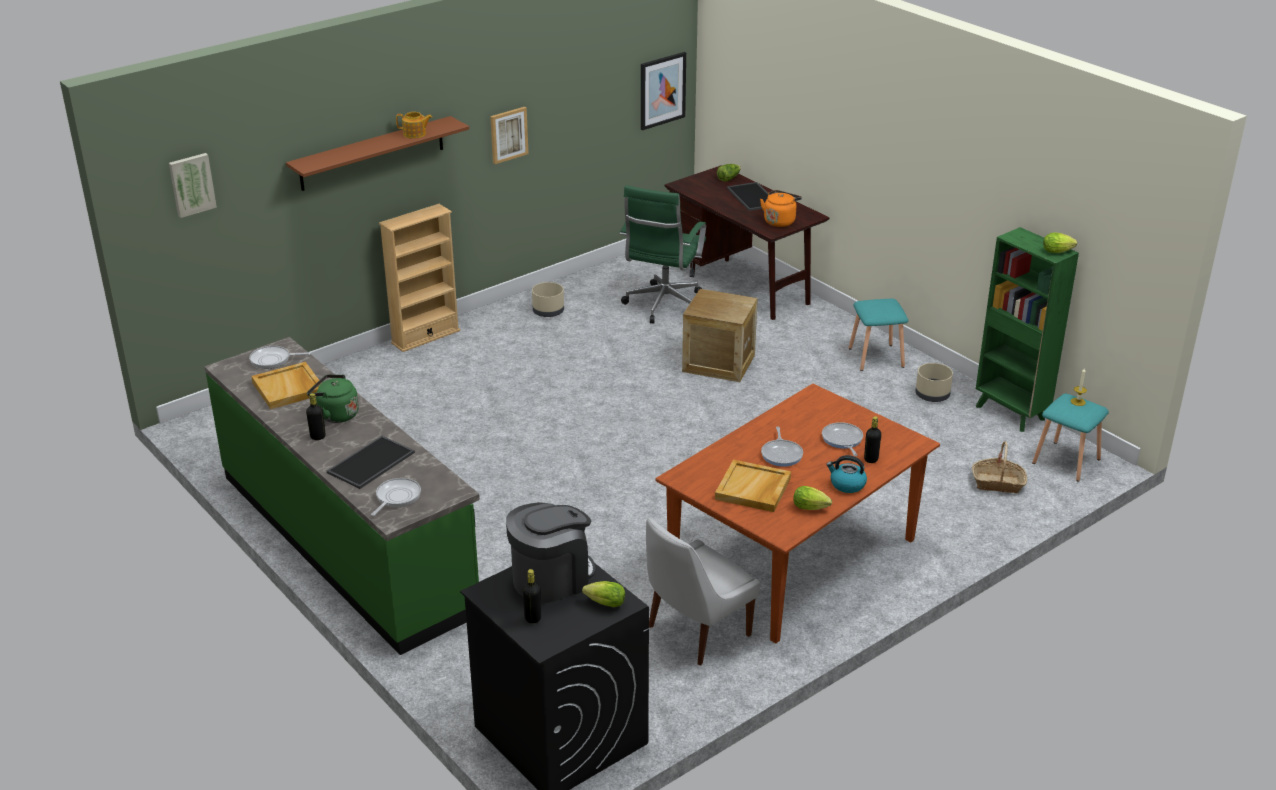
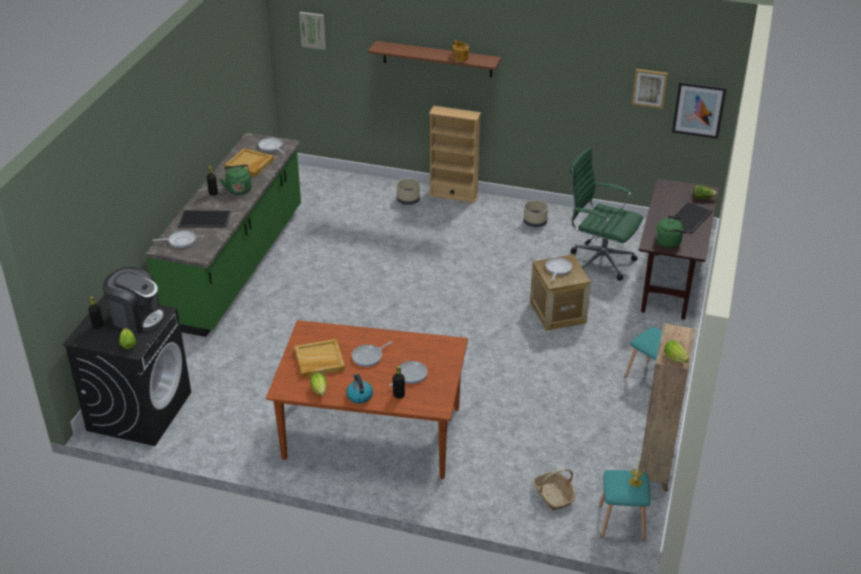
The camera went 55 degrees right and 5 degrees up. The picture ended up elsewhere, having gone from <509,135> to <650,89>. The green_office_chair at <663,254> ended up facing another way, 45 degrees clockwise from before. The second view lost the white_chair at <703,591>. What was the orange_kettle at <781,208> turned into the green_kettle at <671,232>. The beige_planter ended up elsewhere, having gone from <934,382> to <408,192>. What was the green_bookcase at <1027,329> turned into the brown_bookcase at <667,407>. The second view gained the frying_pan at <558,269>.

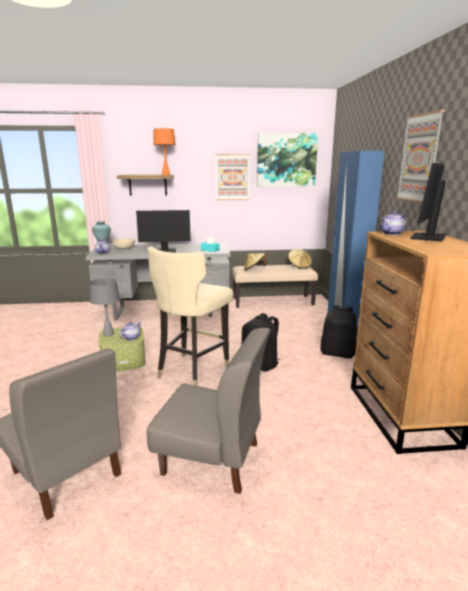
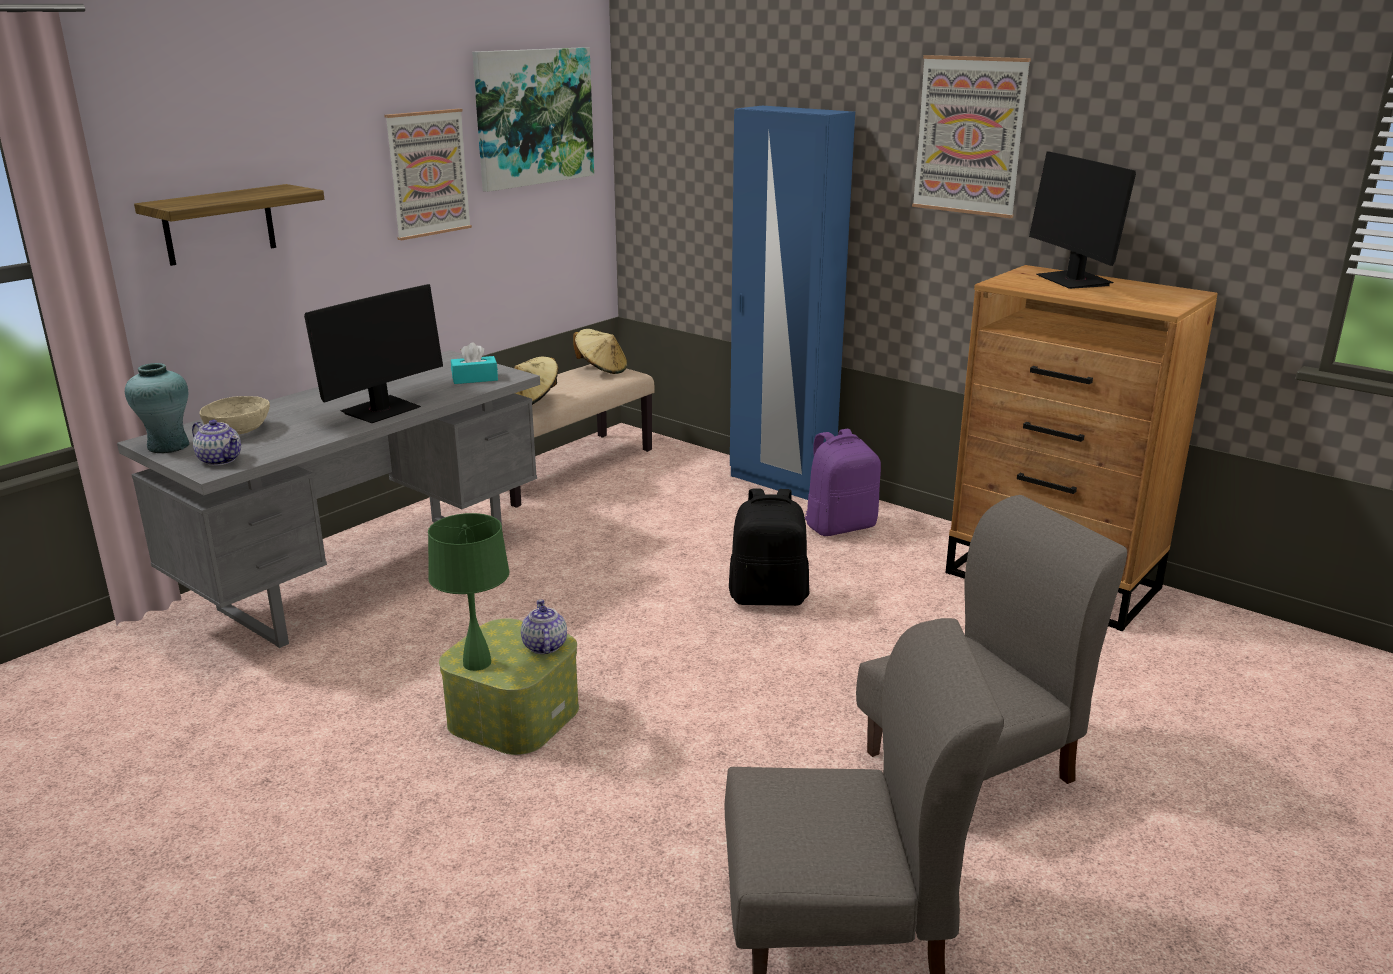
The camera went 45 degrees left and 5 degrees up. What was the grey_table_lamp at <104,307> turned into the green_table_lamp at <469,592>. The second view lost the beige_chair at <190,316>. The second view lost the orange_table_lamp at <164,151>. What was the black_backpack at <338,331> turned into the purple_backpack at <843,482>. The second view lost the teapot at <393,223>.

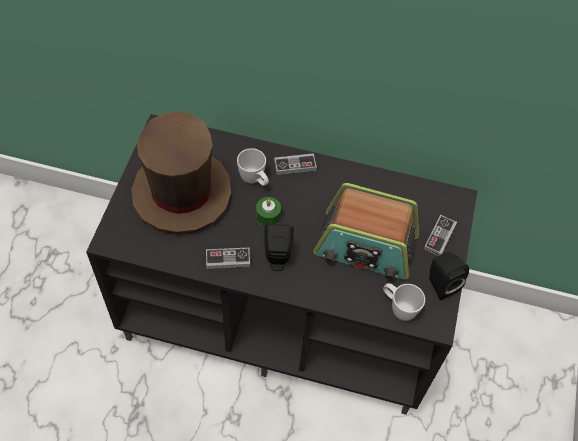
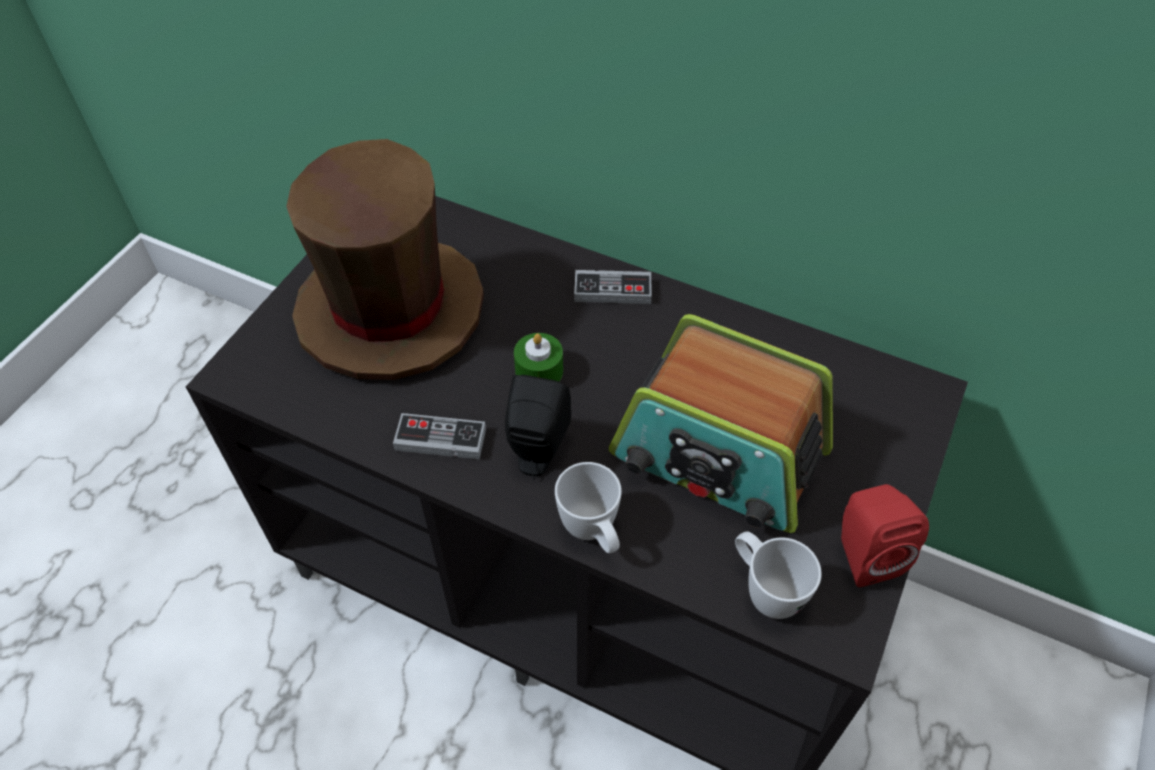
The camera went 15 degrees right and 5 degrees down. The white_mug ended up elsewhere, having gone from <253,167> to <588,507>. The second view lost the game_controller at <440,235>. What was the black_speaker at <449,276> turned into the red_speaker at <885,535>.

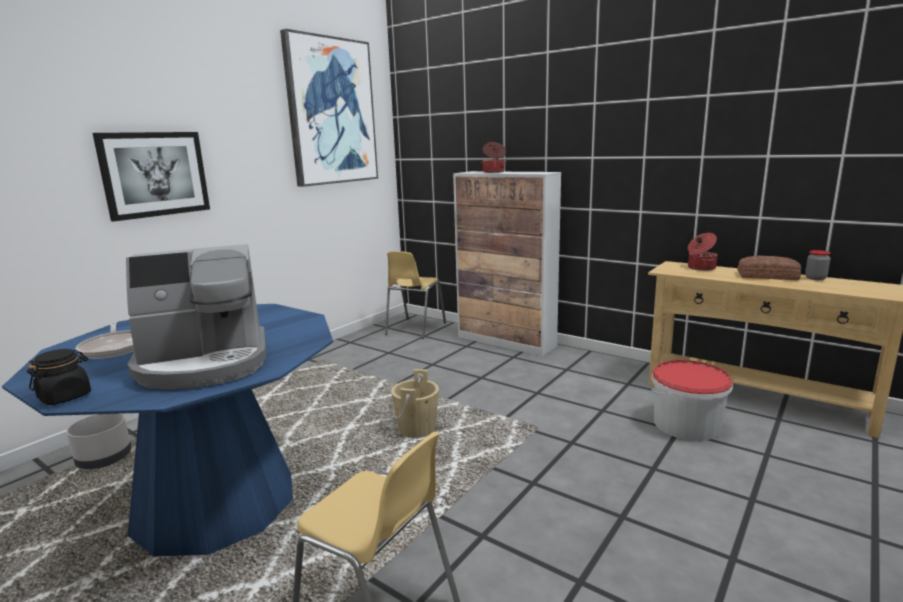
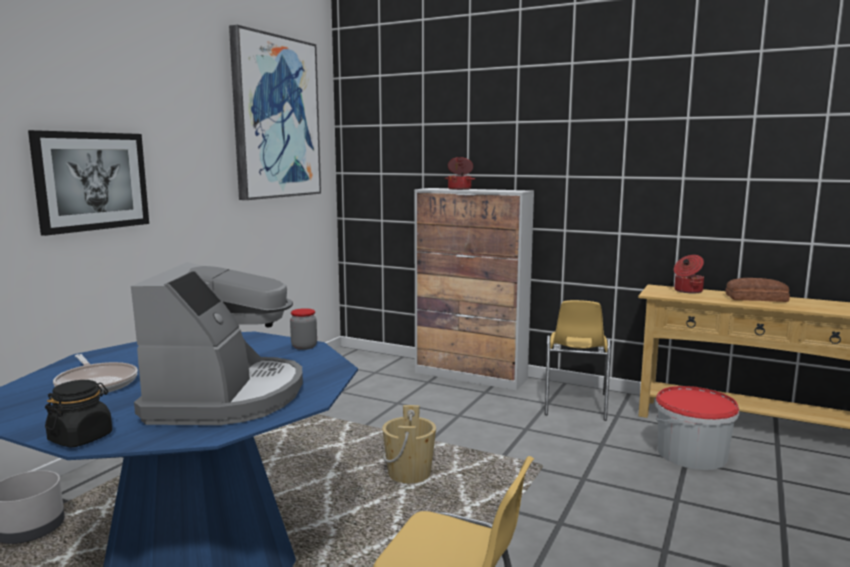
The camera went 10 degrees left and 5 degrees down. The coffee_machine at <196,317> ended up facing another way, 60 degrees counterclockwise from before. The yellow_chair ended up elsewhere, having gone from <415,295> to <578,360>. The jar ended up elsewhere, having gone from <818,265> to <303,329>.

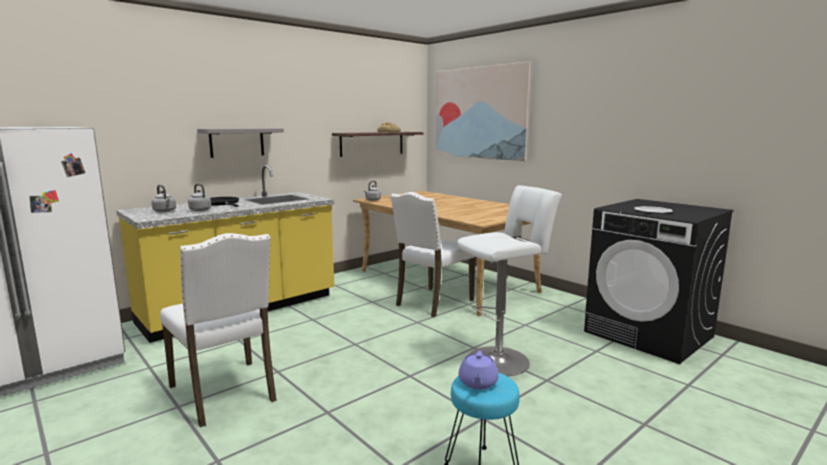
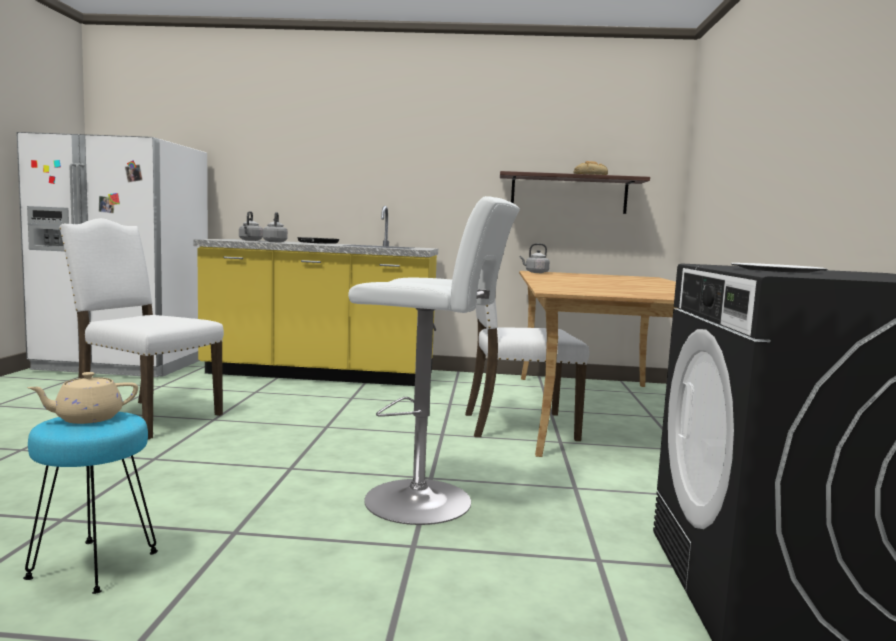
The camera went 45 degrees right and 5 degrees down. The white_chair at <218,330> ended up facing another way, 105 degrees clockwise from before. The second view lost the grey_shelf at <240,143>. The second view lost the picture at <483,111>. What was the purple_teapot at <479,370> turned into the beige_teapot at <82,398>.

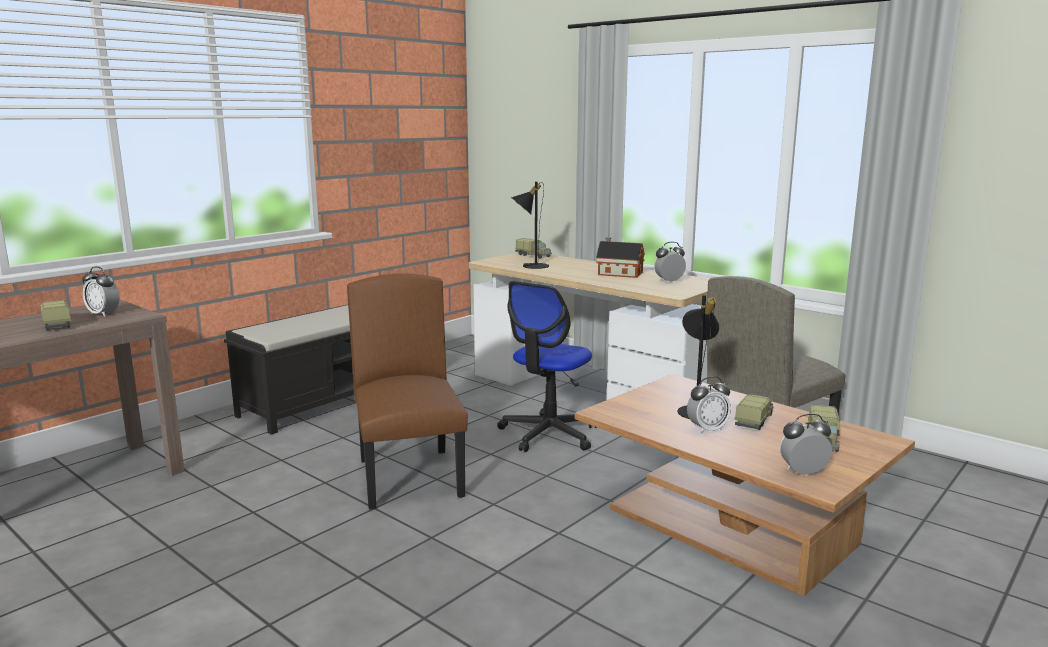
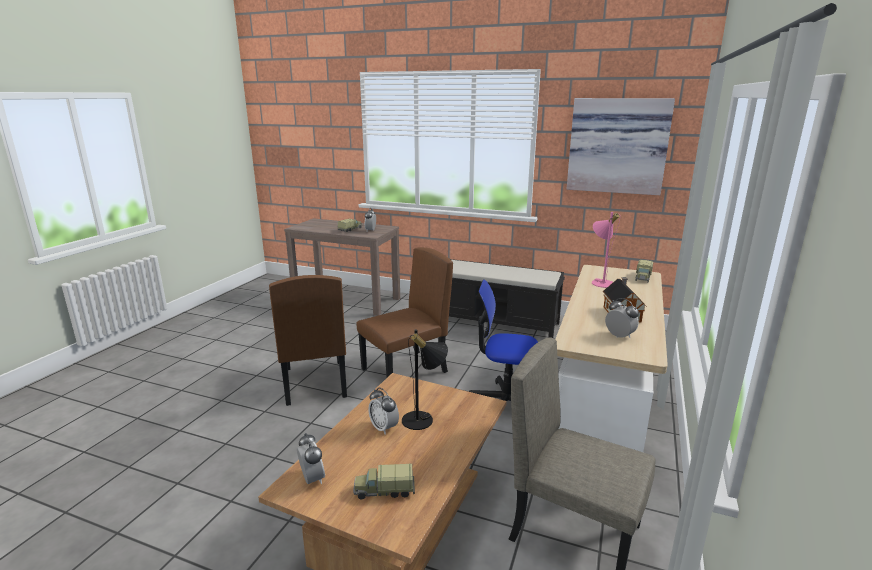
The camera went 70 degrees right and 5 degrees up. What was the black_table_lamp at <530,225> turned into the pink_table_lamp at <606,250>. The second view lost the toy_truck at <754,412>. The second view gained the brown_chair at <308,340>. The second view gained the picture at <621,146>.

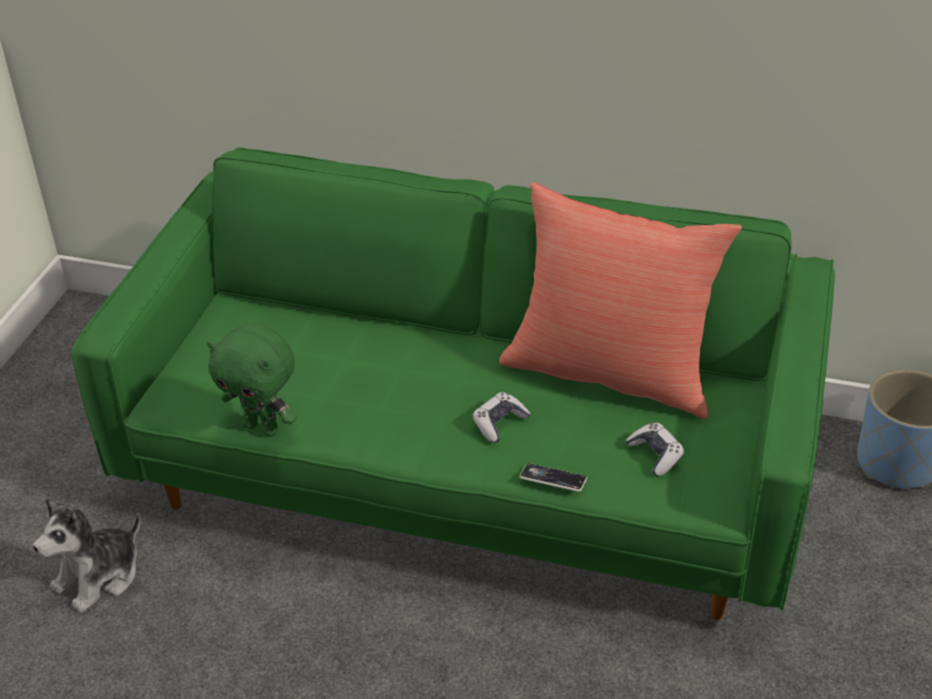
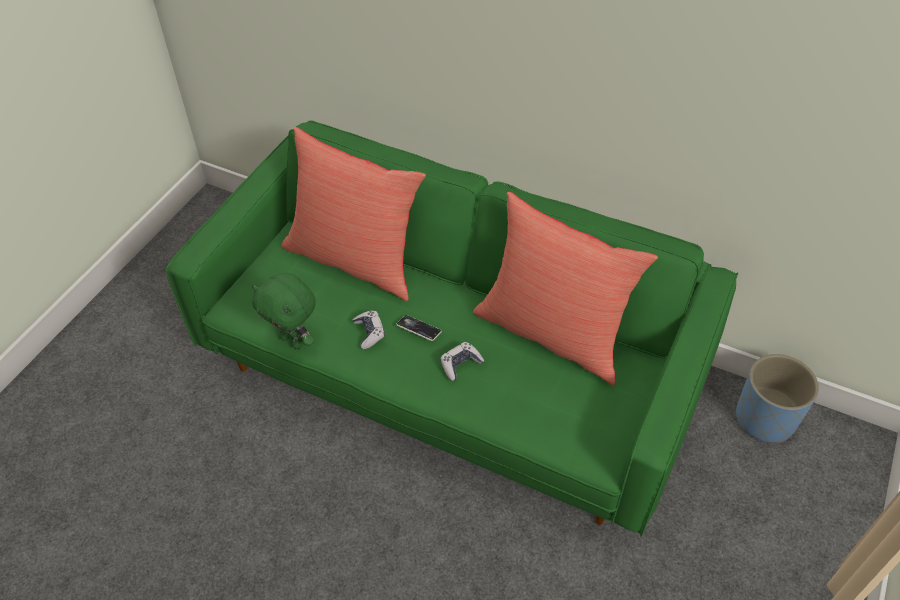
The camera went 10 degrees right and 10 degrees up. The second view lost the plush_toy at <86,555>. The phone ended up elsewhere, having gone from <553,477> to <419,328>. The game_controller ended up elsewhere, having gone from <654,449> to <369,330>. The second view gained the red_pillow at <354,214>.

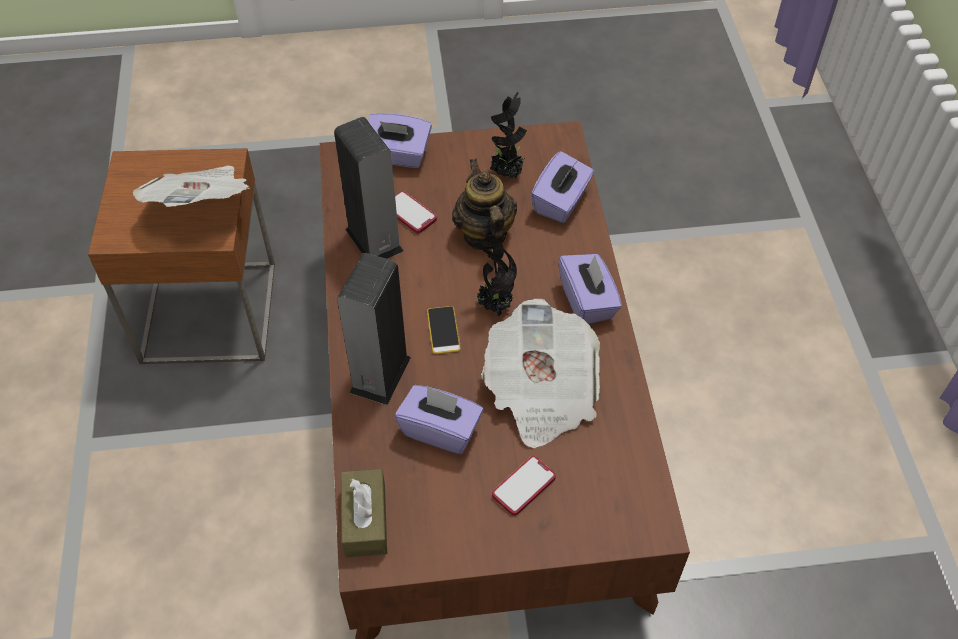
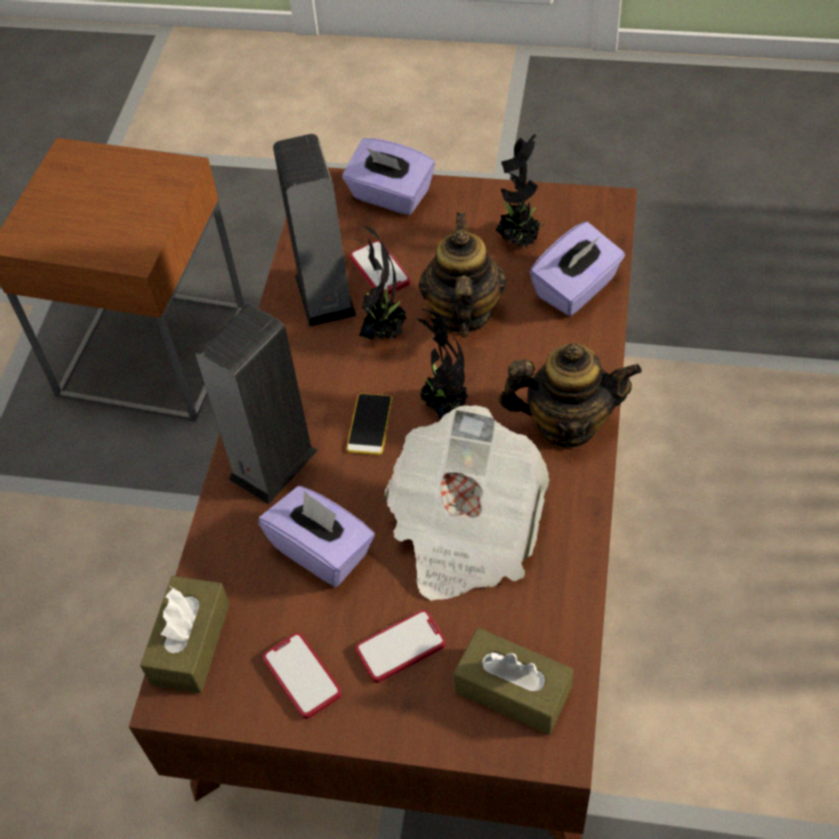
The camera went 20 degrees right and 0 degrees up. The second view lost the newspaper at <191,186>. Where the purple_tissue_box stood at <590,289>, the teapot came to stand at <570,395>. The second view gained the phone at <302,676>. The second view gained the potted_plant at <380,283>. The second view gained the brown_tissue_box at <514,681>.

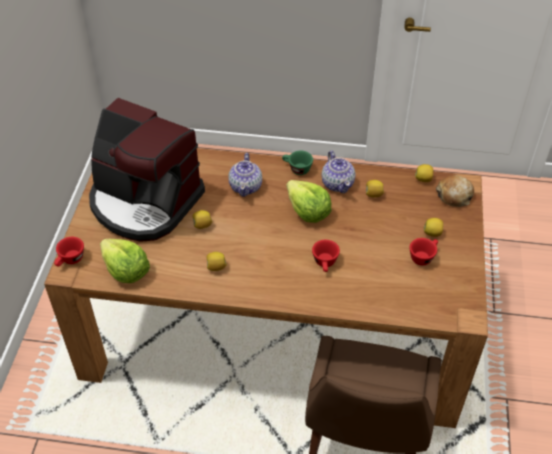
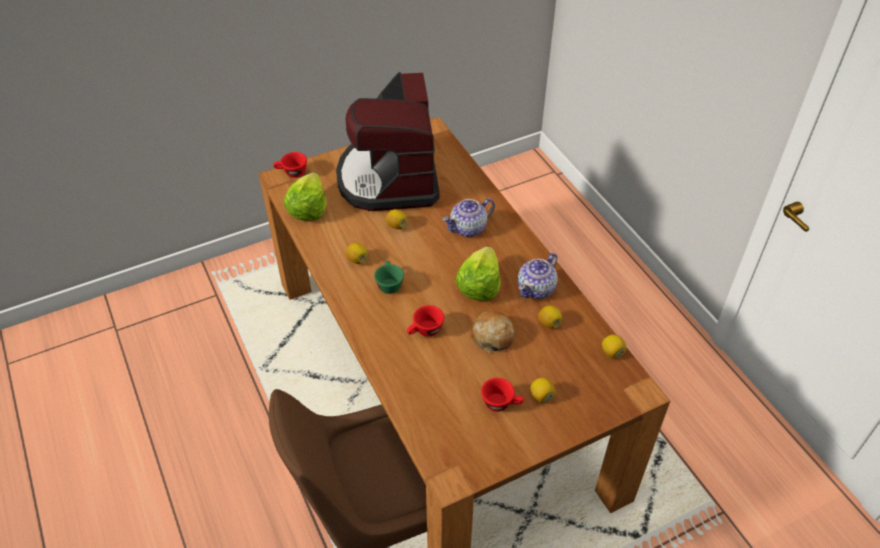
The camera went 55 degrees right and 0 degrees up. The green_cup ended up elsewhere, having gone from <297,163> to <389,277>. The bread ended up elsewhere, having gone from <455,191> to <492,332>.

